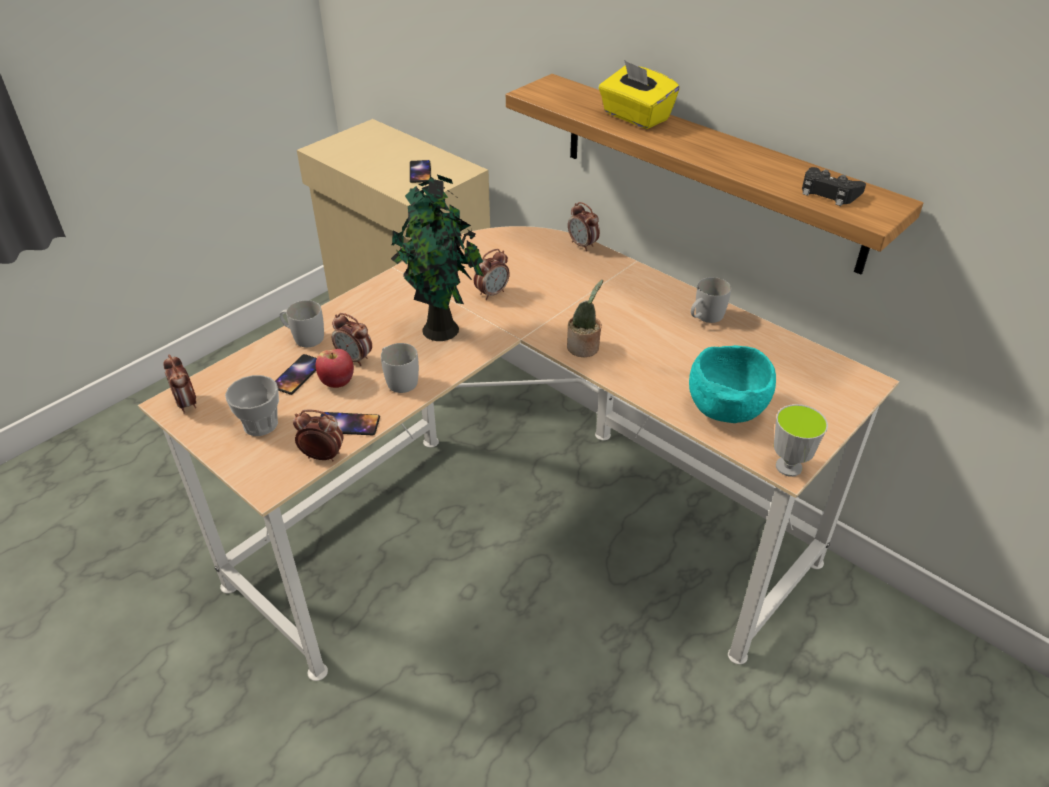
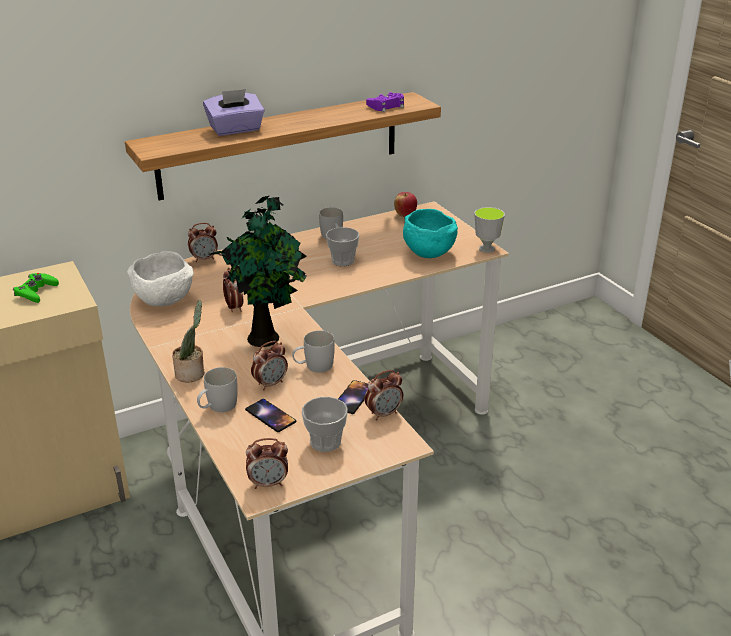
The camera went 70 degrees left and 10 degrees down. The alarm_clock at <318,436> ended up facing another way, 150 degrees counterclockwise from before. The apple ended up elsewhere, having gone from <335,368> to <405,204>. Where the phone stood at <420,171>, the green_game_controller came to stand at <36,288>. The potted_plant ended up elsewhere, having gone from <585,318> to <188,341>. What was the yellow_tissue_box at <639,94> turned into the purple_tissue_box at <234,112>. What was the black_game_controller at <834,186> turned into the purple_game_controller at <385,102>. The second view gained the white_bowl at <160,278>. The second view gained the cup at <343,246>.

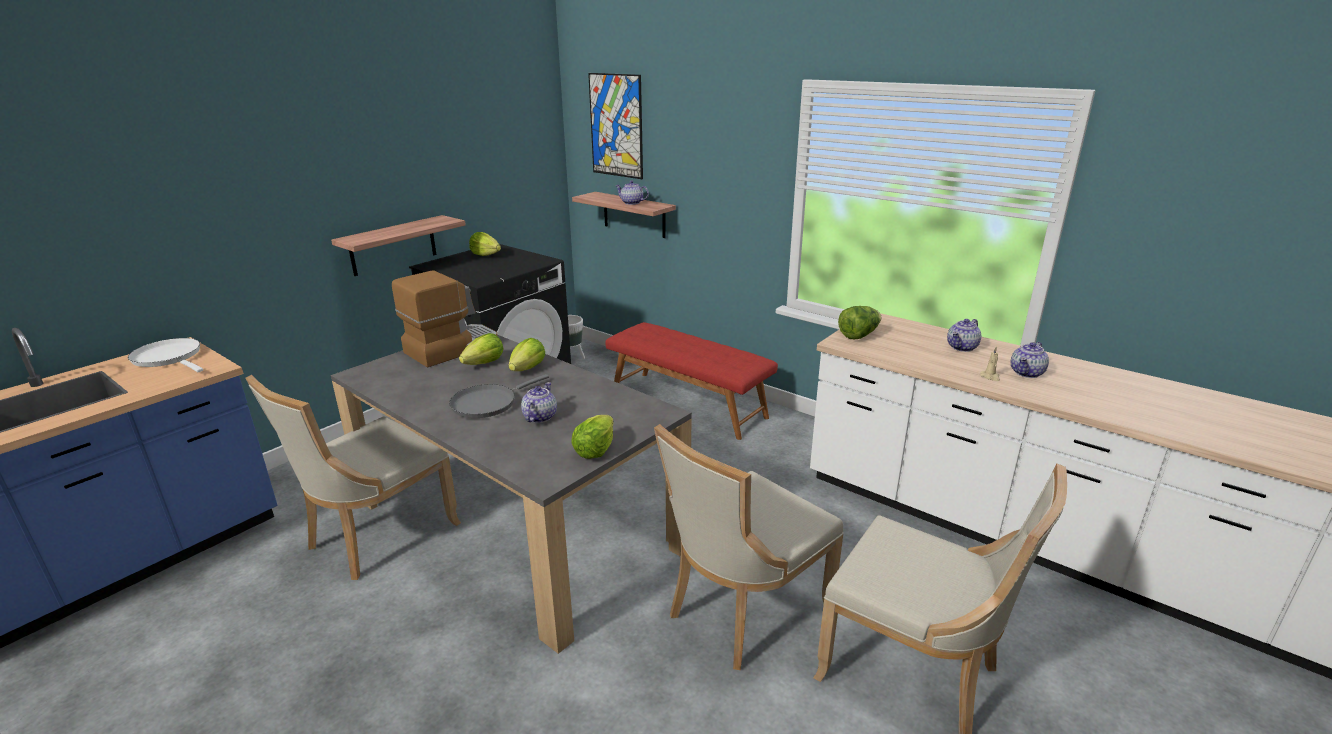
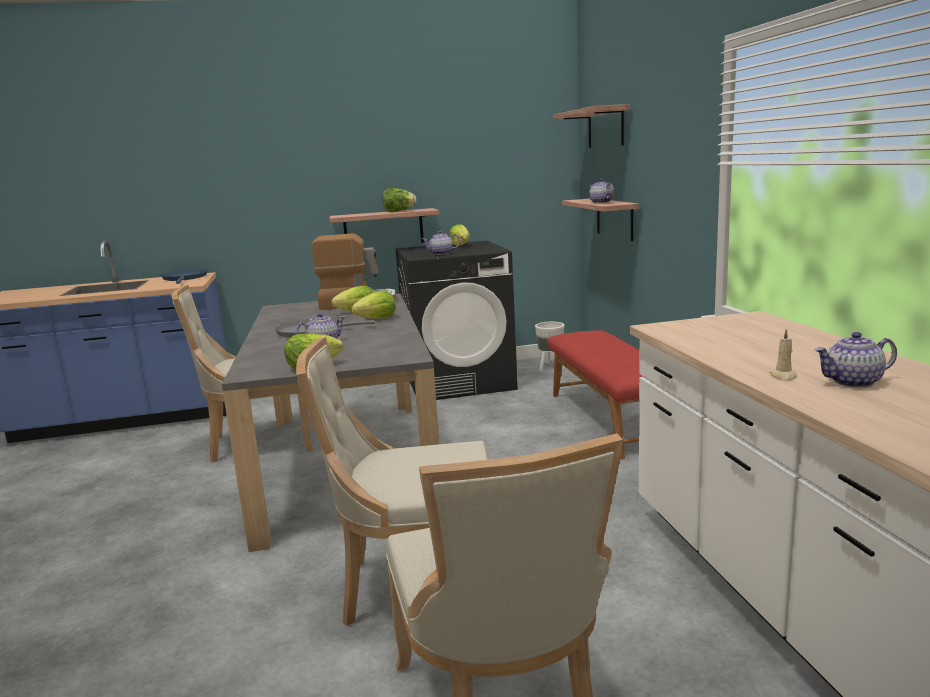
The camera went 40 degrees right and 10 degrees down. What was the white_frying_pan at <165,355> turned into the blue_frying_pan at <184,276>. Where the picture hung at <615,126>, the shelf came to hang at <591,126>. The lettuce ended up elsewhere, having gone from <859,322> to <400,200>. The teapot ended up elsewhere, having gone from <964,335> to <440,243>.

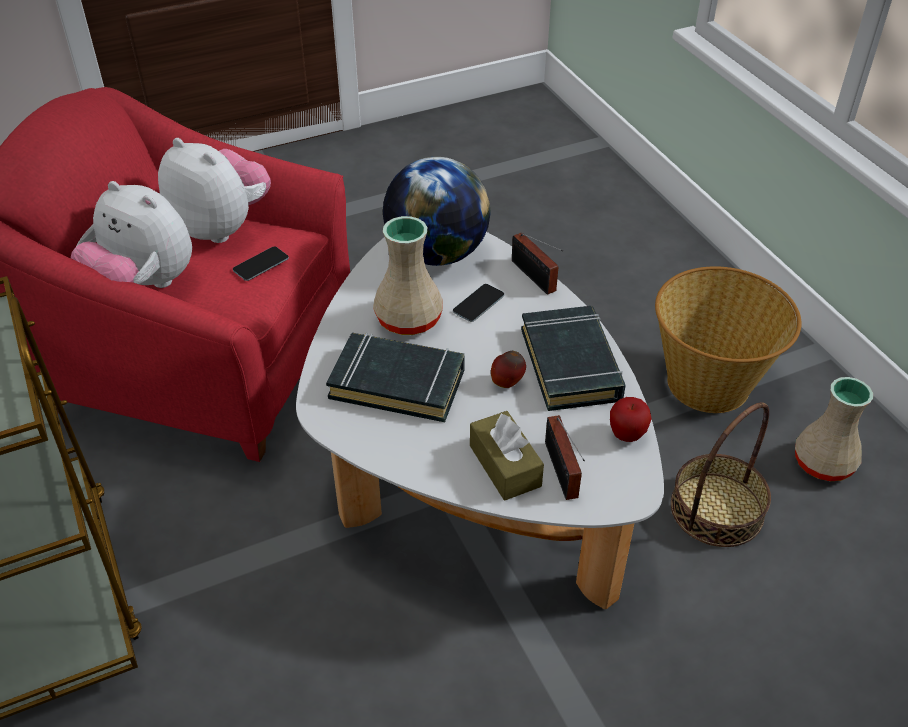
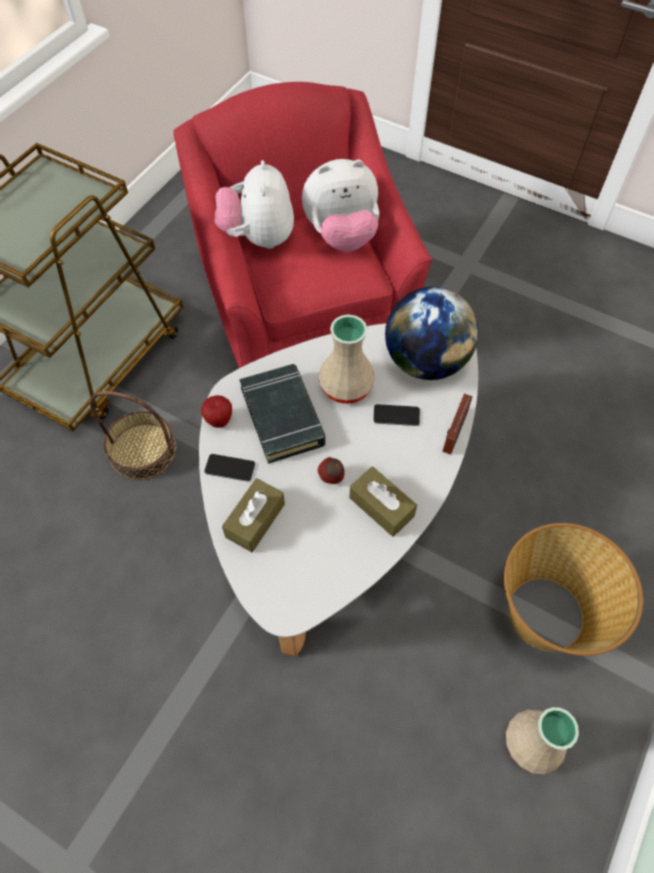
The camera went 55 degrees right and 15 degrees up. The plush_toy at <214,190> ended up facing another way, 75 degrees clockwise from before. The phone ended up elsewhere, having gone from <261,264> to <229,468>. Where the black_book stood at <573,358>, the brown_tissue_box came to stand at <383,501>. The second view lost the radio at <565,457>. The apple ended up elsewhere, having gone from <631,419> to <216,411>. The basket ended up elsewhere, having gone from <721,474> to <133,435>.

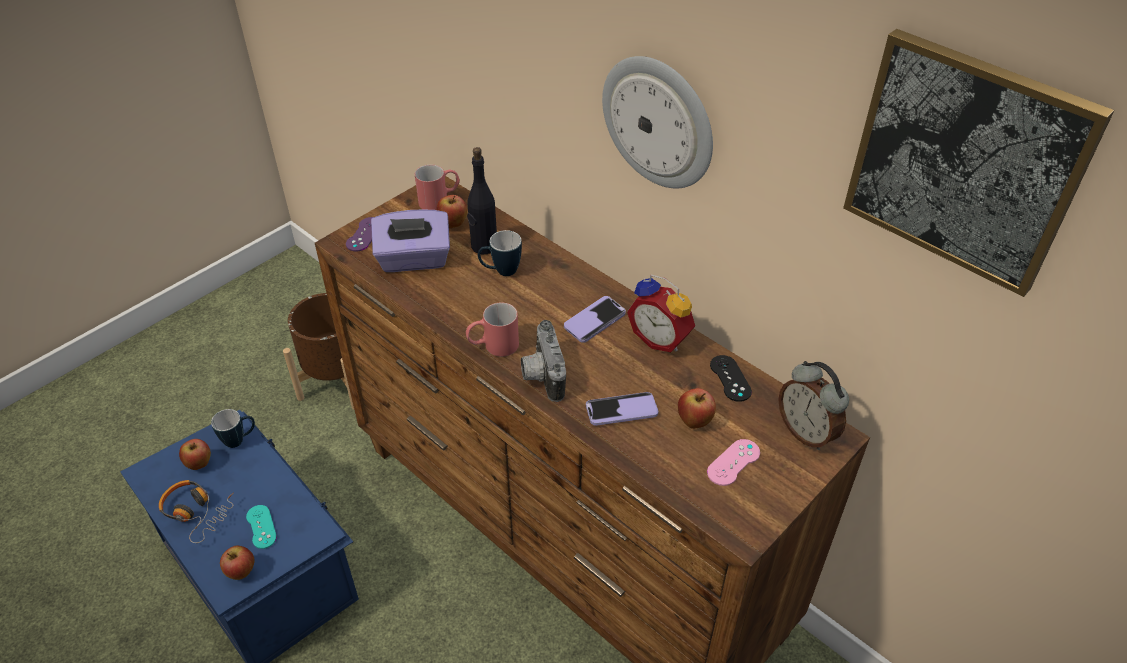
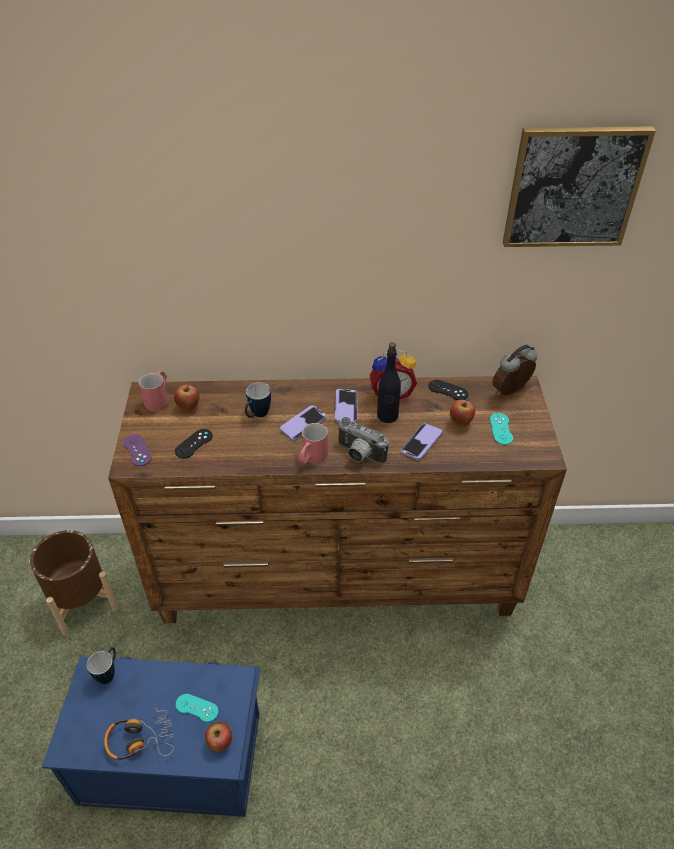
The camera went 45 degrees left and 0 degrees up. The second view lost the apple at <195,454>. Where the purple_tissue_box stood at <410,240>, the black_game_controller came to stand at <194,443>. The black_bottle ended up elsewhere, having gone from <482,201> to <389,382>. The second view lost the wall_clock at <657,122>. What was the pink_game_controller at <733,462> turned into the turquoise_game_controller at <501,429>. The alarm_clock at <813,405> ended up facing another way, 135 degrees clockwise from before. The second view gained the phone at <303,423>.

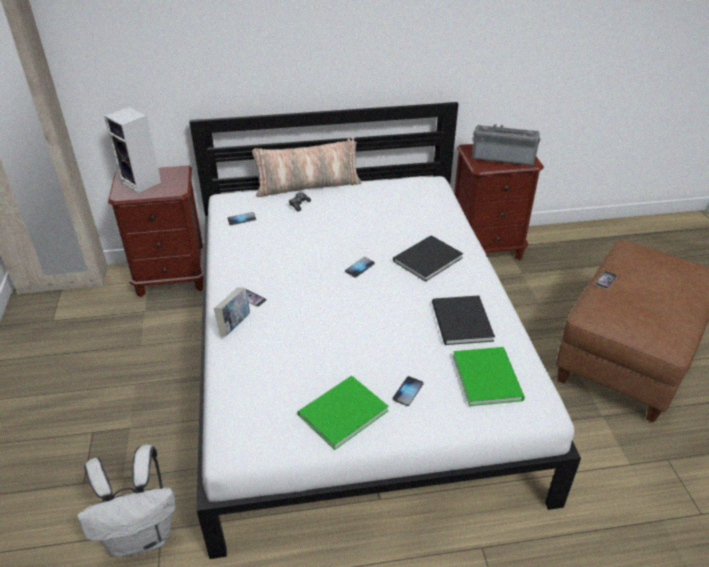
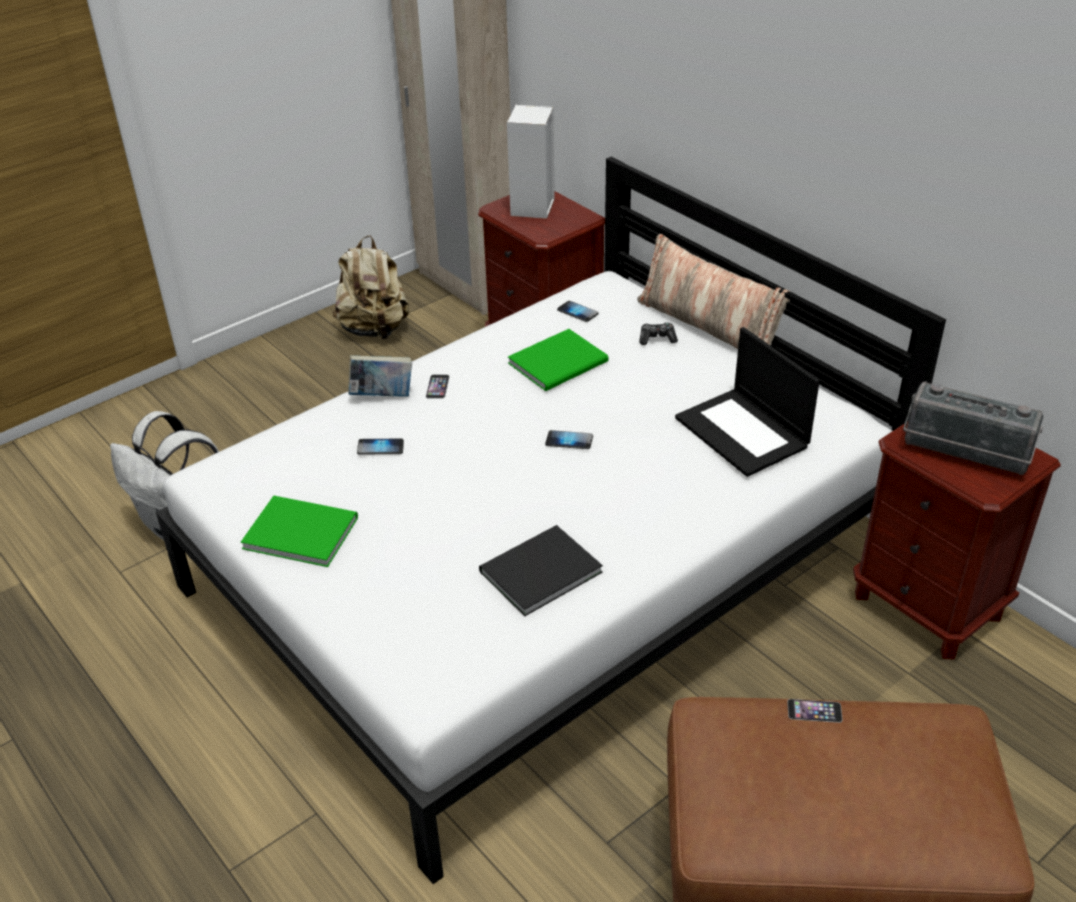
The camera went 60 degrees right and 0 degrees up. The phone ended up elsewhere, having gone from <407,391> to <380,447>. The second view lost the black_book at <428,258>. The green_book ended up elsewhere, having gone from <489,376> to <558,360>. The radio at <506,145> ended up facing another way, 135 degrees clockwise from before. The second view gained the beige_backpack at <370,287>. The second view gained the laptop at <747,402>.

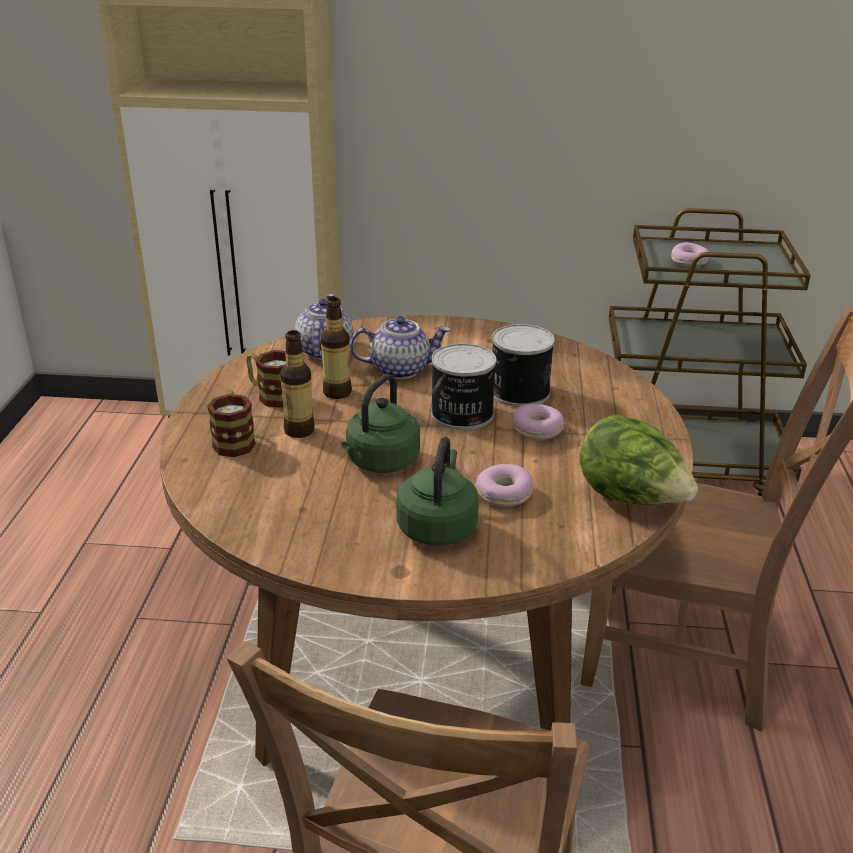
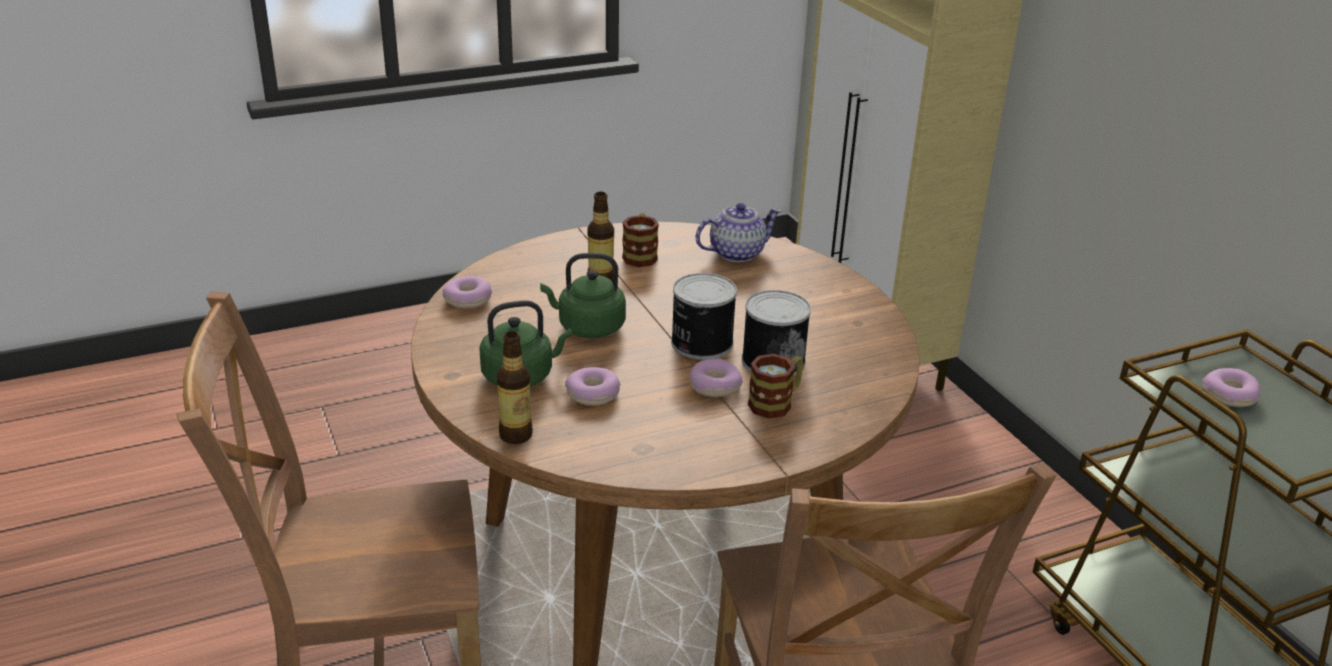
The camera went 60 degrees right and 0 degrees up. The mug ended up elsewhere, having gone from <231,423> to <776,386>. The bottle ended up elsewhere, having gone from <336,348> to <515,387>. The second view lost the teapot at <400,347>. The second view lost the lettuce at <638,459>. The second view gained the donut at <467,292>.

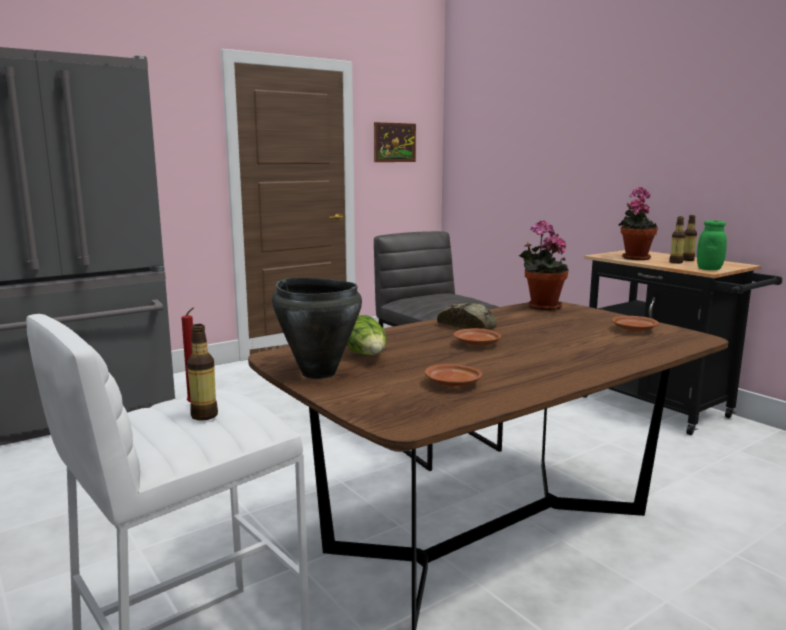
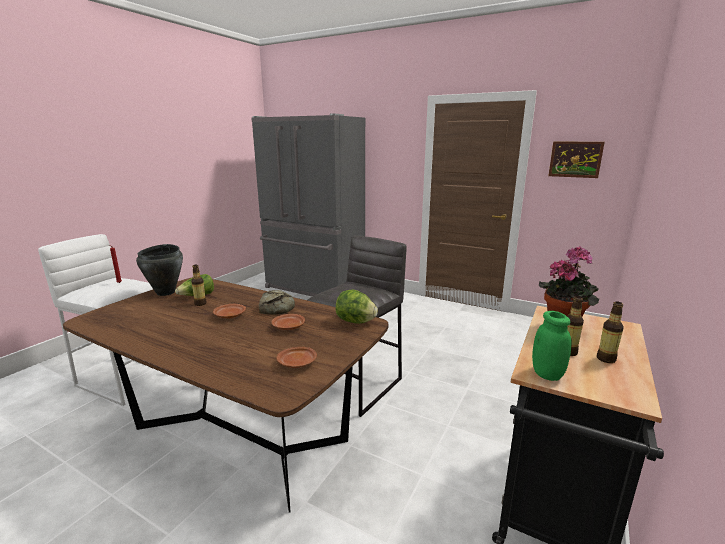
The camera went 65 degrees right and 5 degrees up. The bottle ended up elsewhere, having gone from <202,372> to <199,285>. The brown_plate ended up elsewhere, having gone from <454,376> to <288,322>. Where the potted_plant stood at <544,265>, the lettuce came to stand at <357,306>.

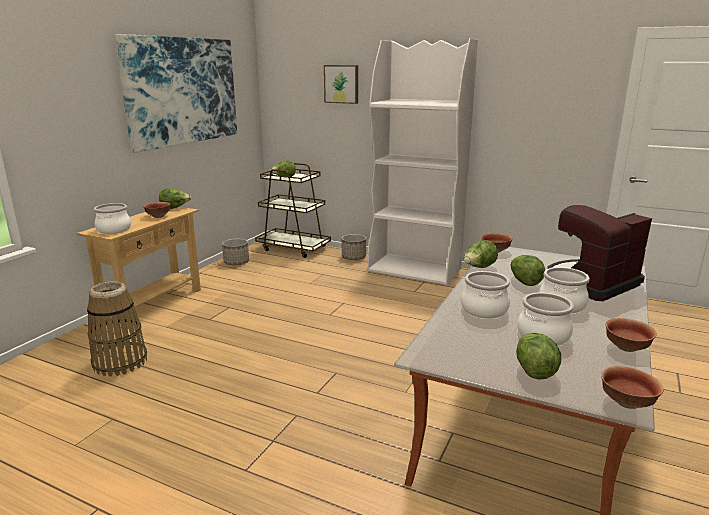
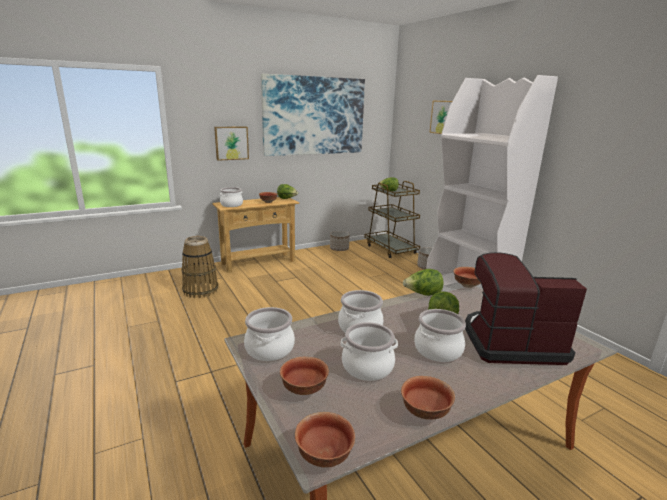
The camera went 35 degrees right and 0 degrees up. Where the lettuce stood at <538,356>, the bowl came to stand at <304,376>. The second view gained the picture at <231,143>. The second view gained the cooking_pot at <269,334>.

